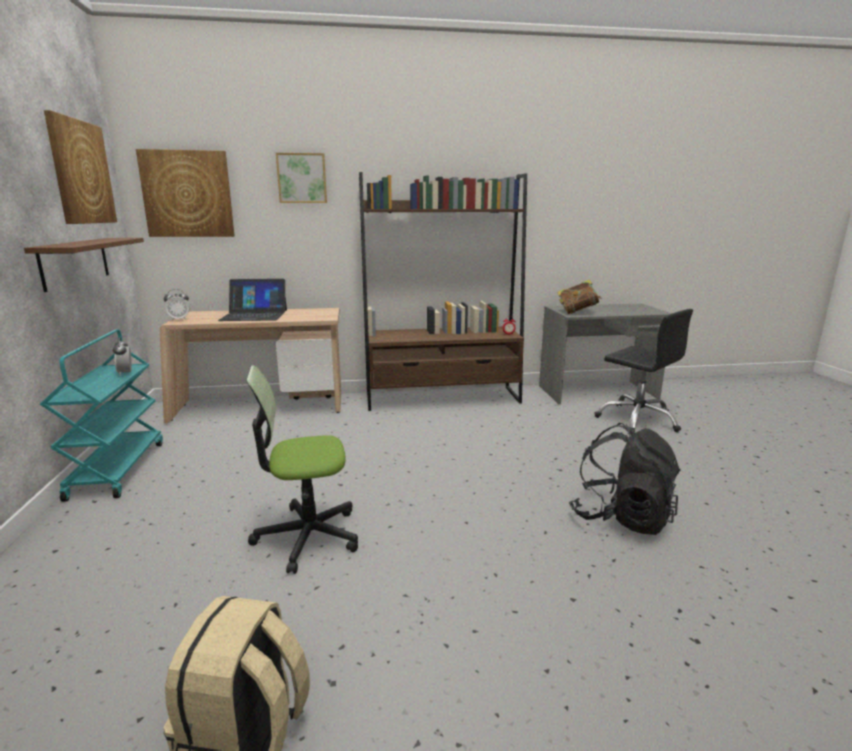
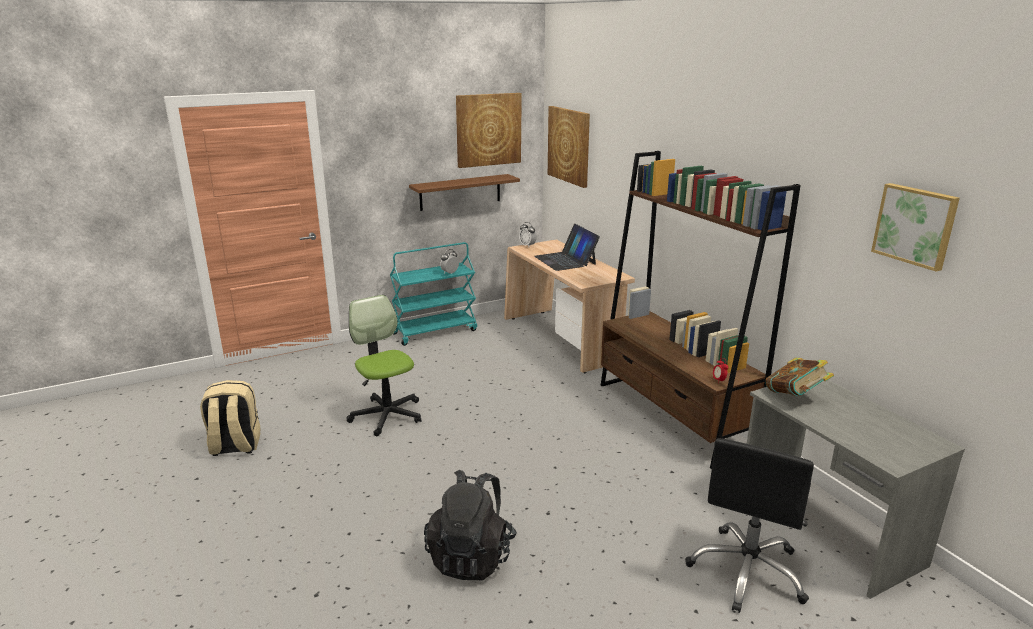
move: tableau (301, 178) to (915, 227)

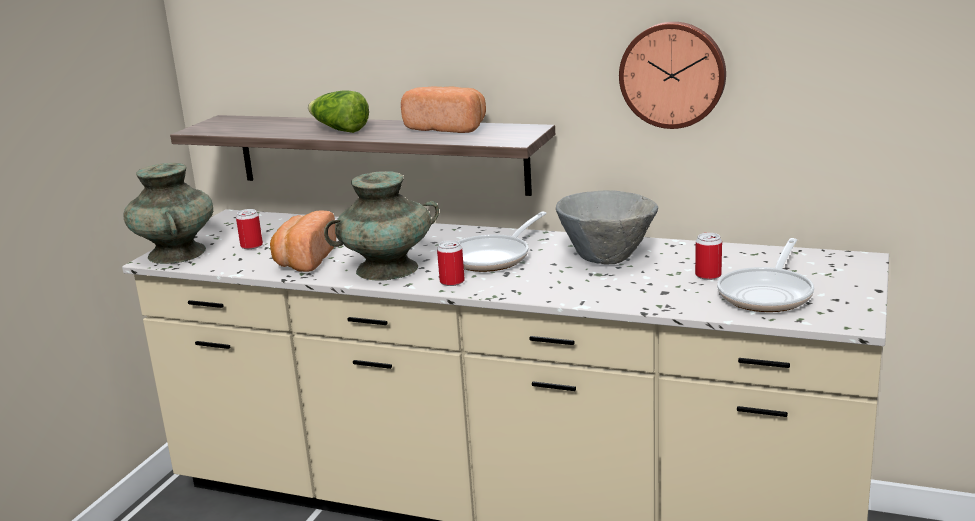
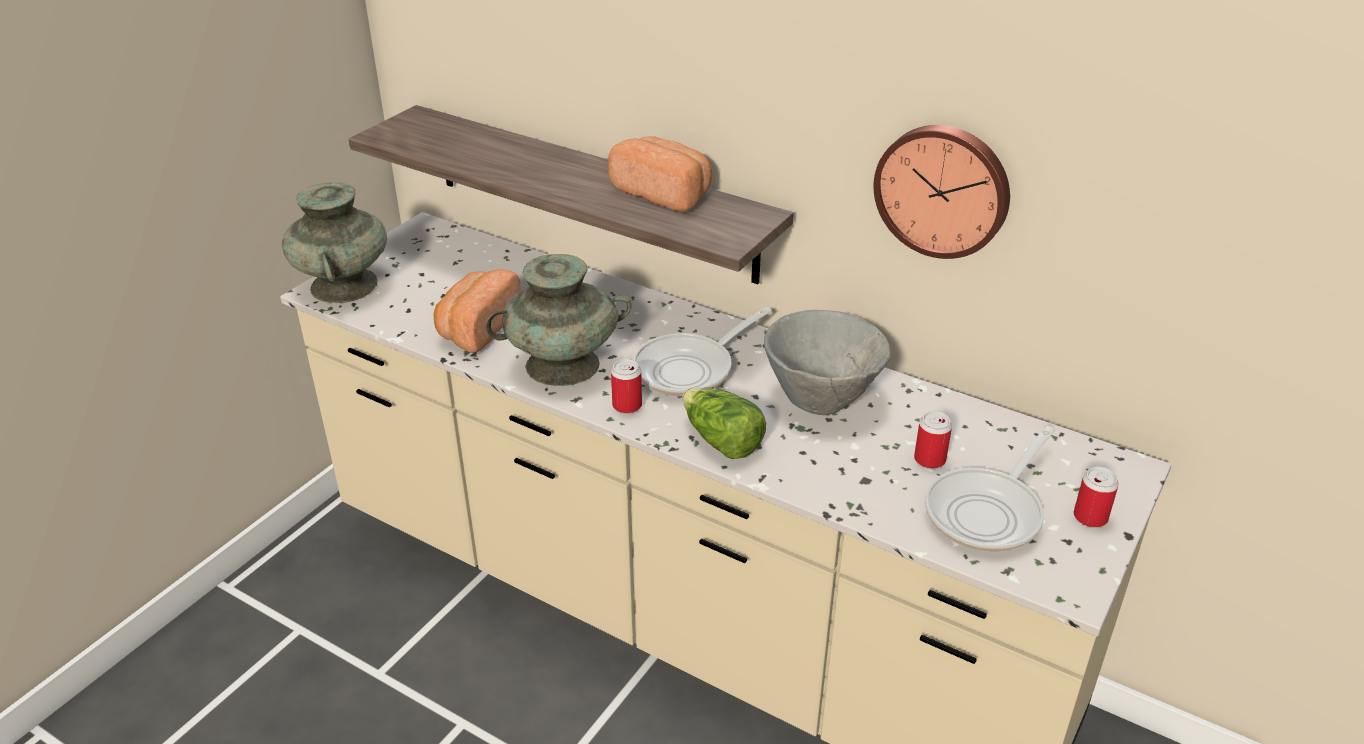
move: boîte métallique (249, 229) to (1096, 497); laitue (338, 111) to (724, 423)

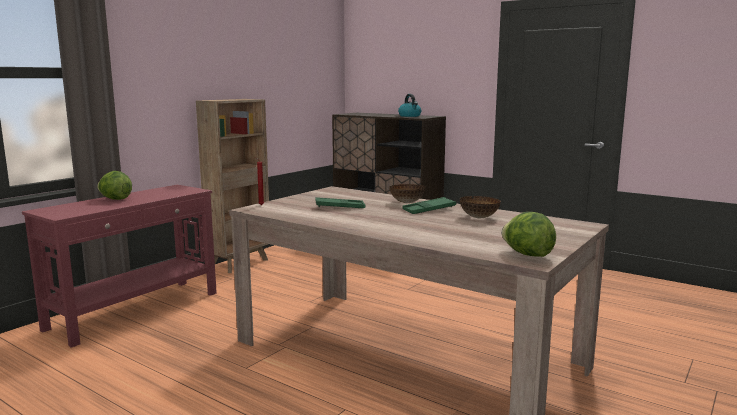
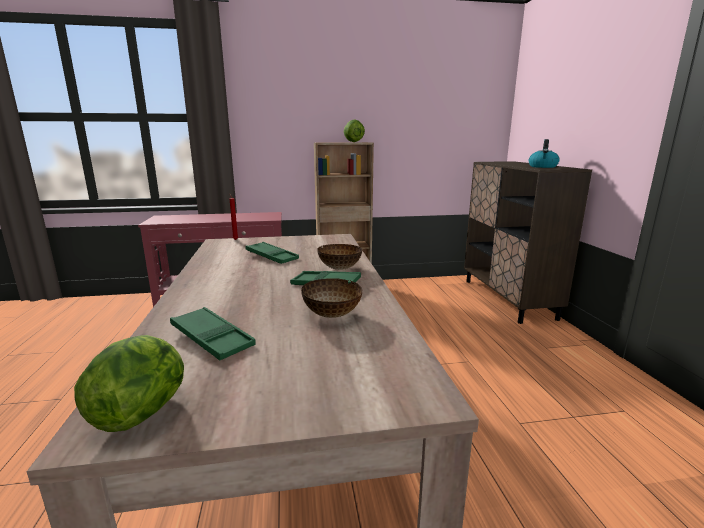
insert: plateau (vert) (213, 334)
move: laitue (114, 185) to (354, 130)

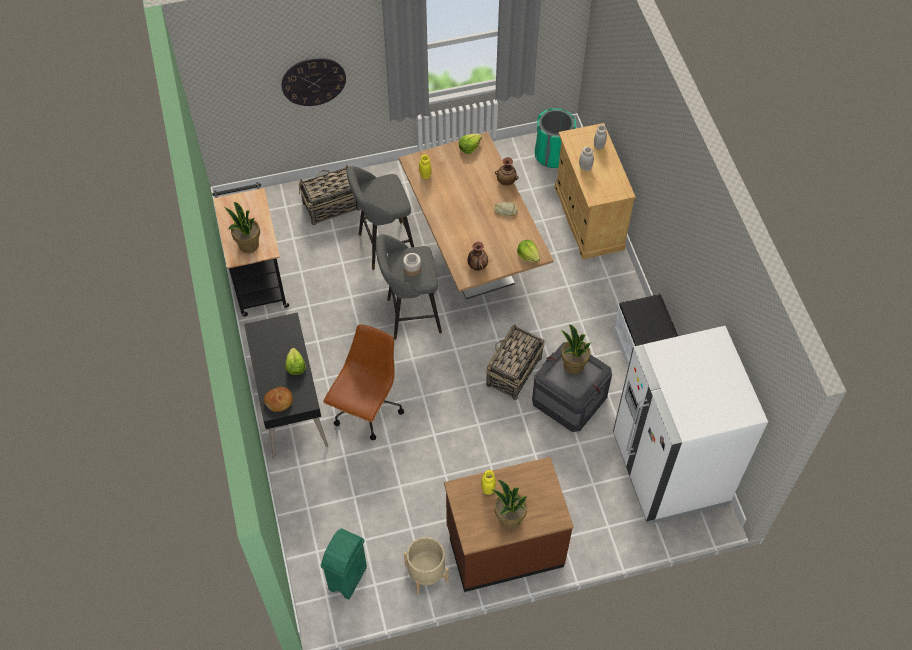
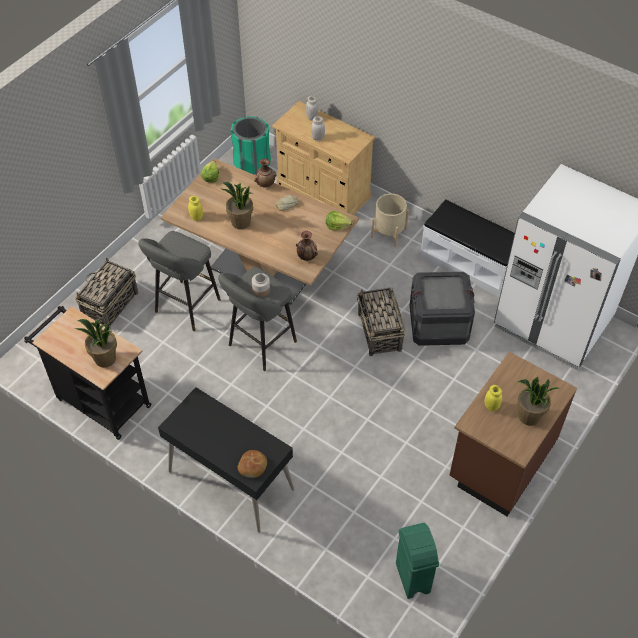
delete: horloge murale (313, 82); laitue (295, 361); chaise de bureau (marron) (363, 382)
move: cache-pot (beige) (426, 565) to (390, 220); plante en pot (576, 349) to (237, 206)

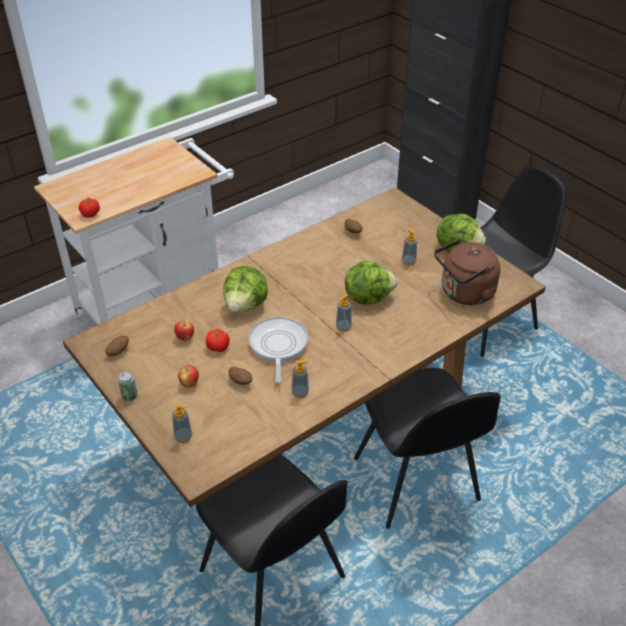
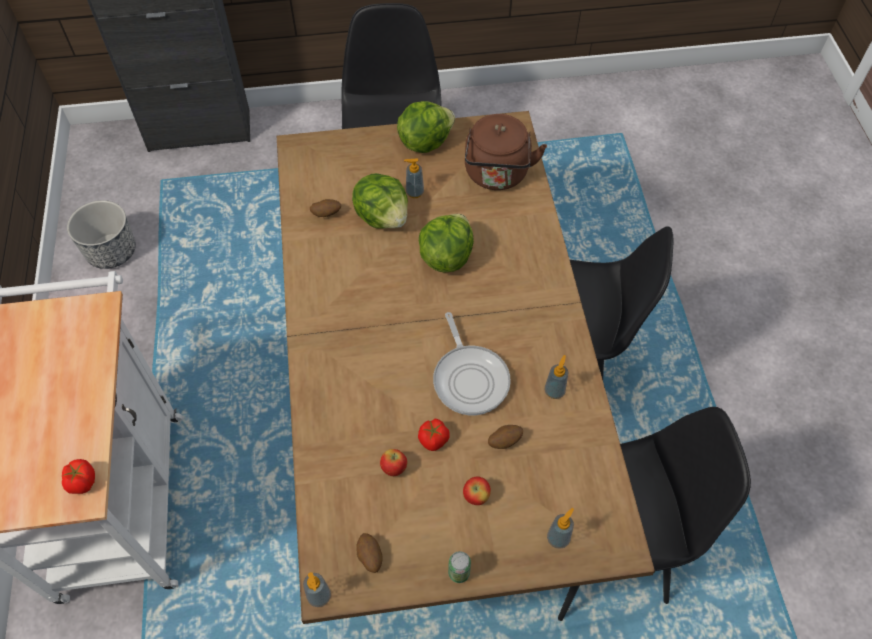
insert: cache-pot (101, 234)
move: laitue (245, 289) to (380, 201); distributeur de savon (344, 313) to (317, 589)
rotate: poêle (278, 350) = (472, 363) 135 degrees counterclockwise

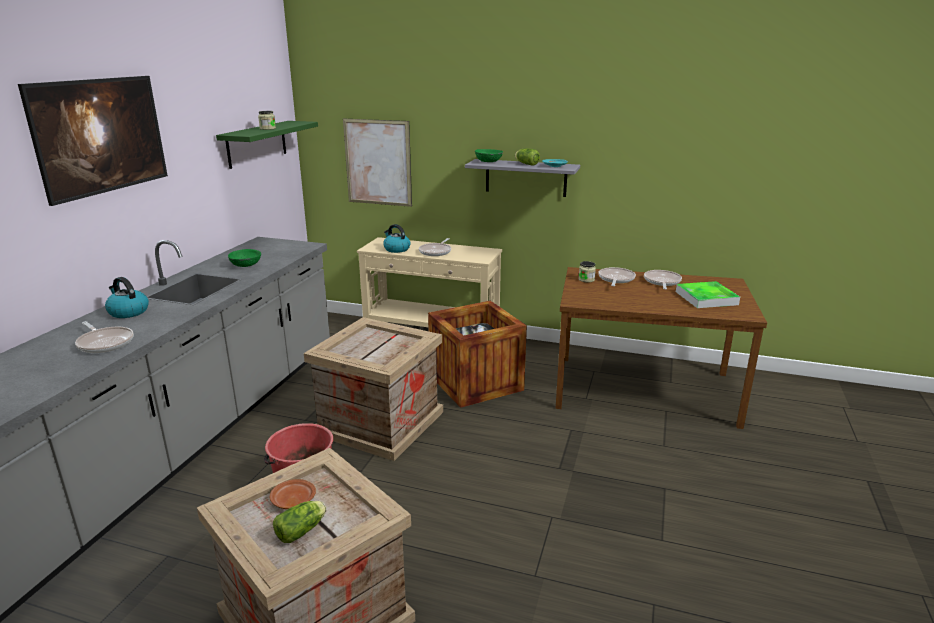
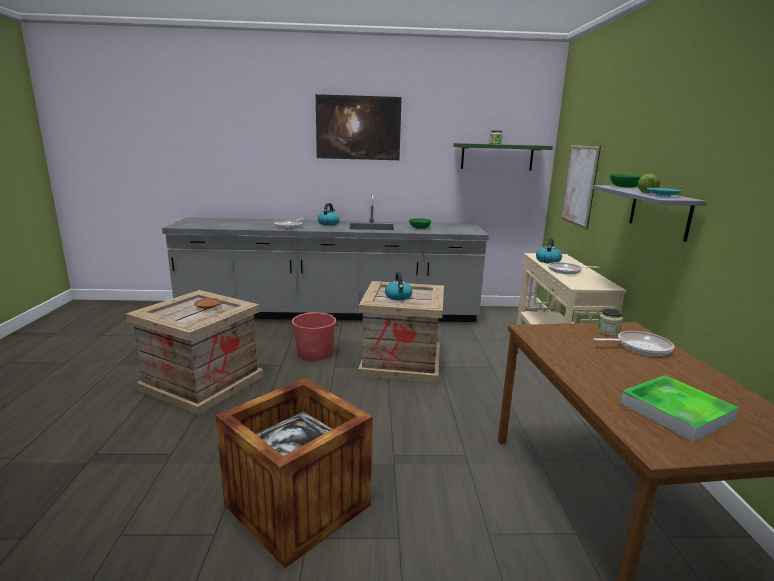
delete: laitue (299, 522); poêle (663, 279)
insert: bouilloire (398, 285)
move: caisse (477, 354) to (294, 473)

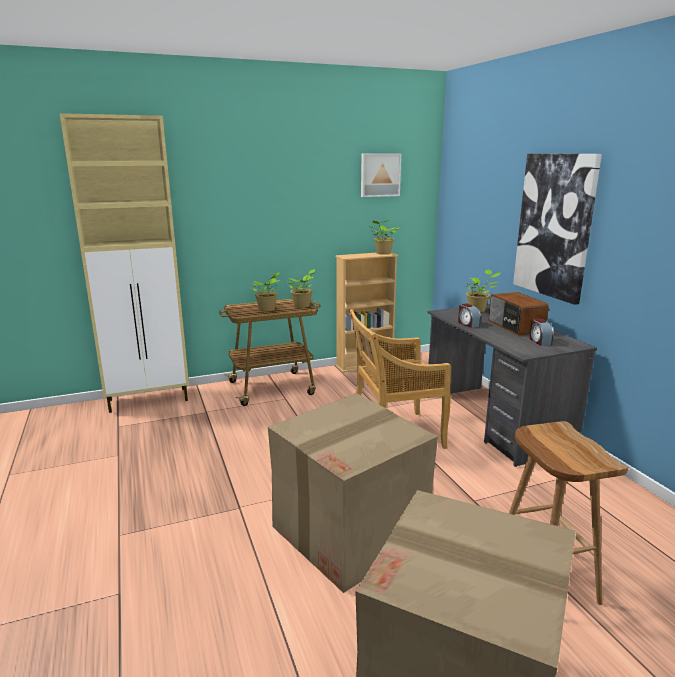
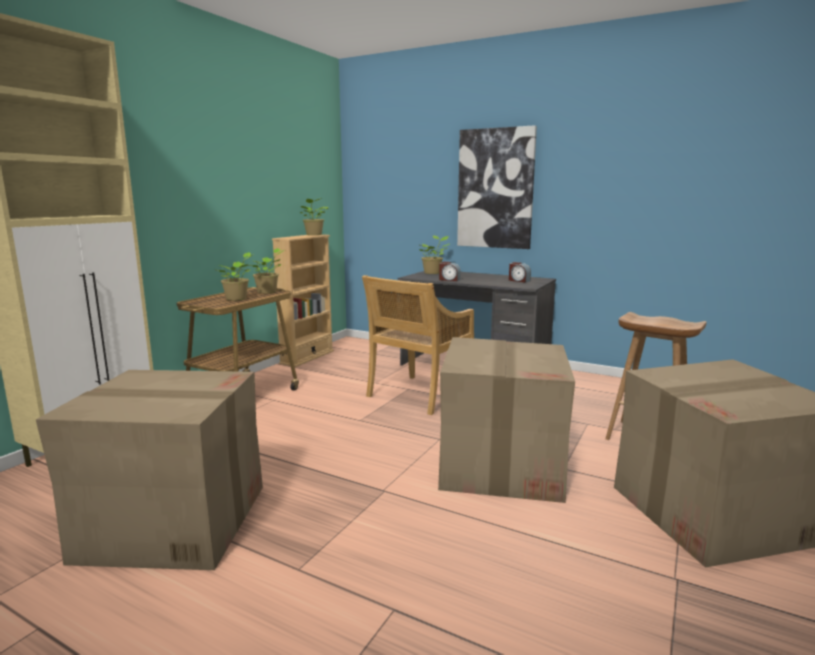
delete: tableau (381, 175); radio (518, 313)
insert: carton (149, 470)

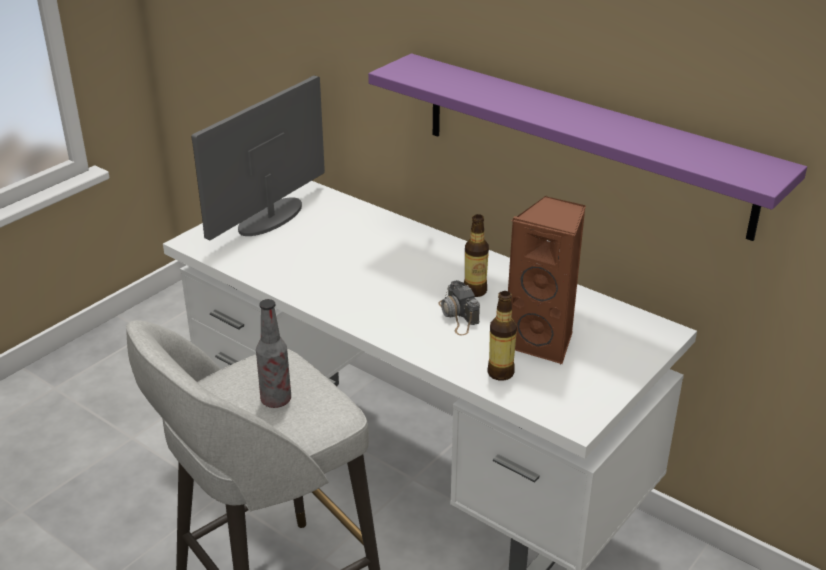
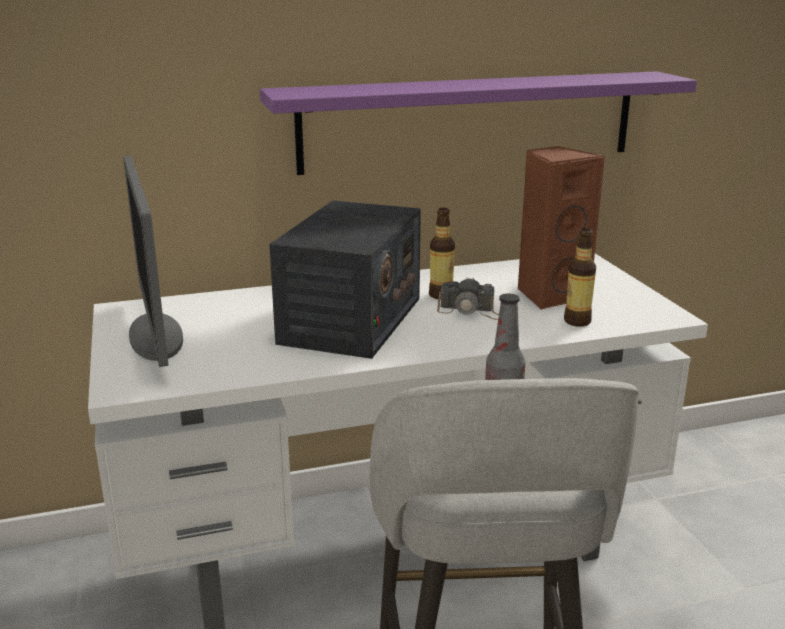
insert: radio (345, 280)

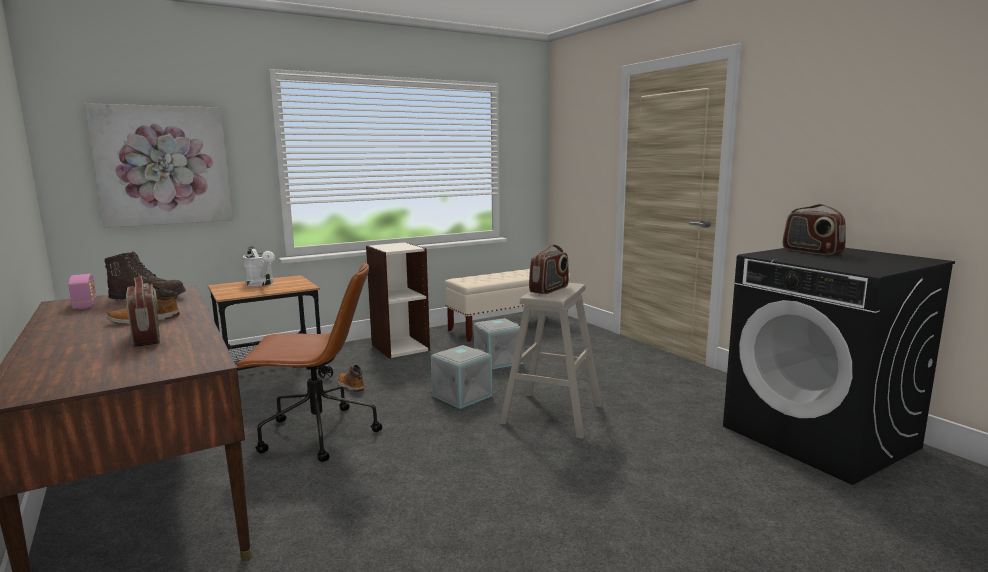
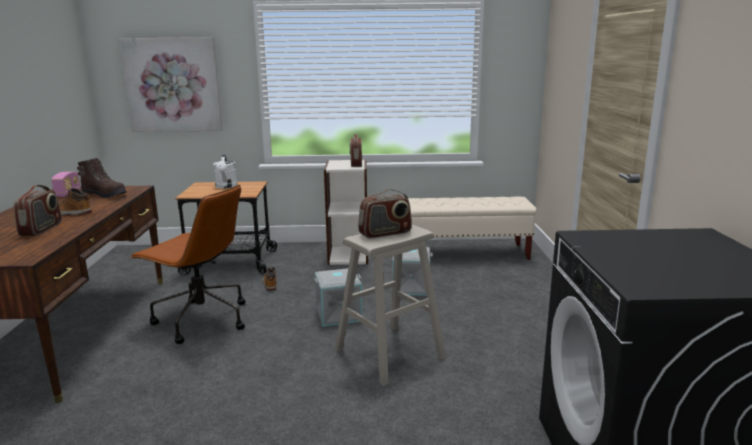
move: radio (814, 229) to (356, 150)

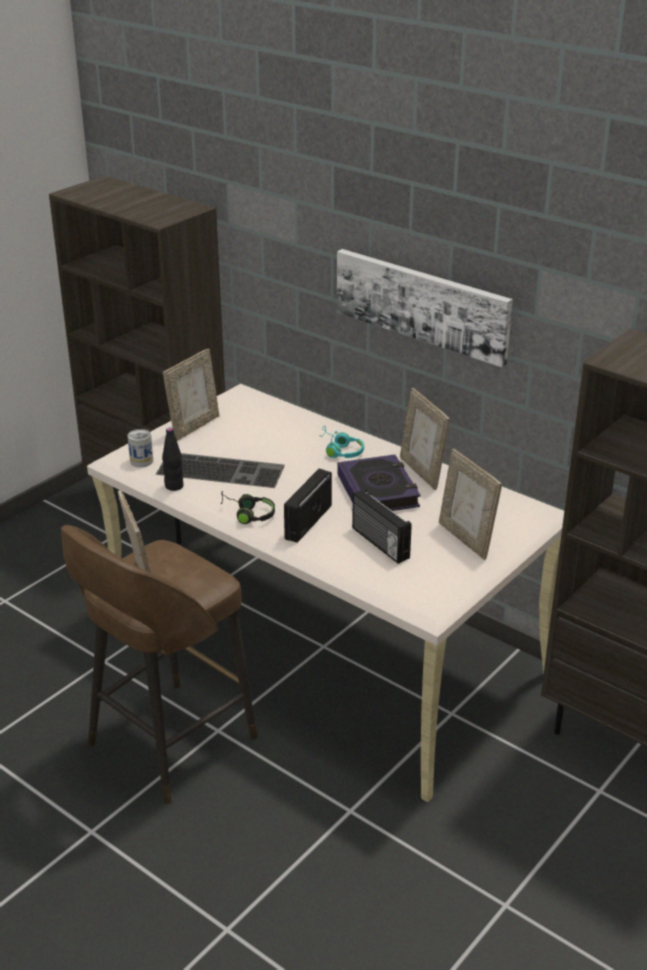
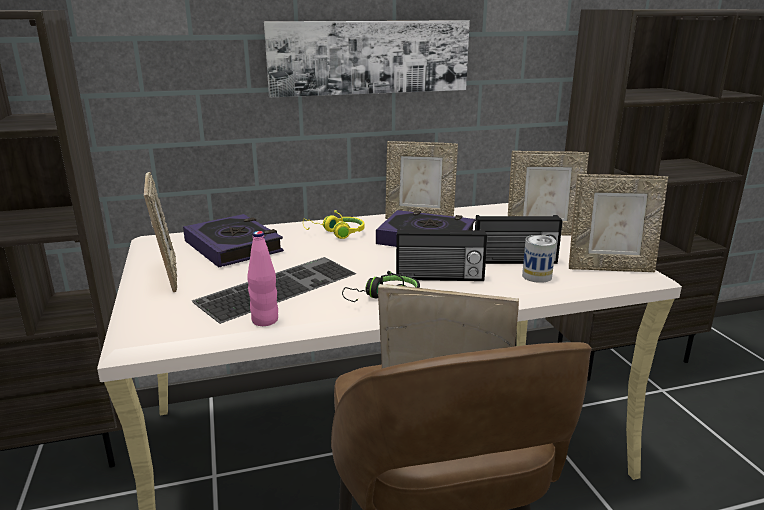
insert: livre (233, 240); cadre photo (618, 223)
move: boîte métallique (140, 448) to (539, 259)
recolor: bouteille (noir) (173, 459) to bouteille (rose) (262, 278); casque audio (turquoise) (342, 442) to casque audio (jaune) (334, 224)
rotate: radio (308, 506) = (441, 254) 60 degrees counterclockwise

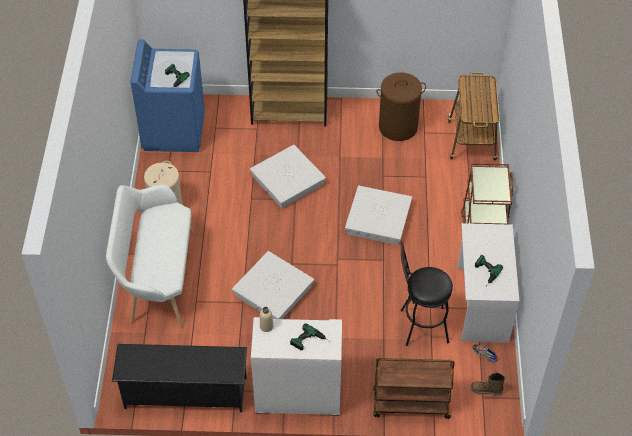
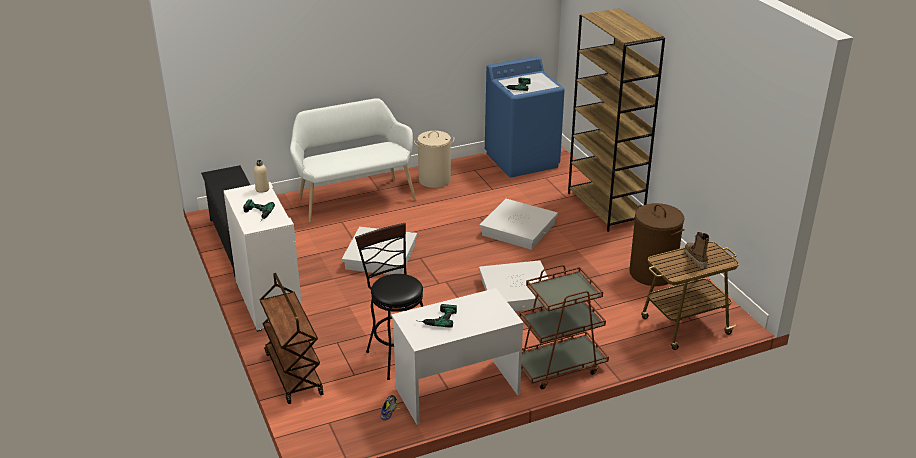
move: botte (488, 384) to (696, 250)

